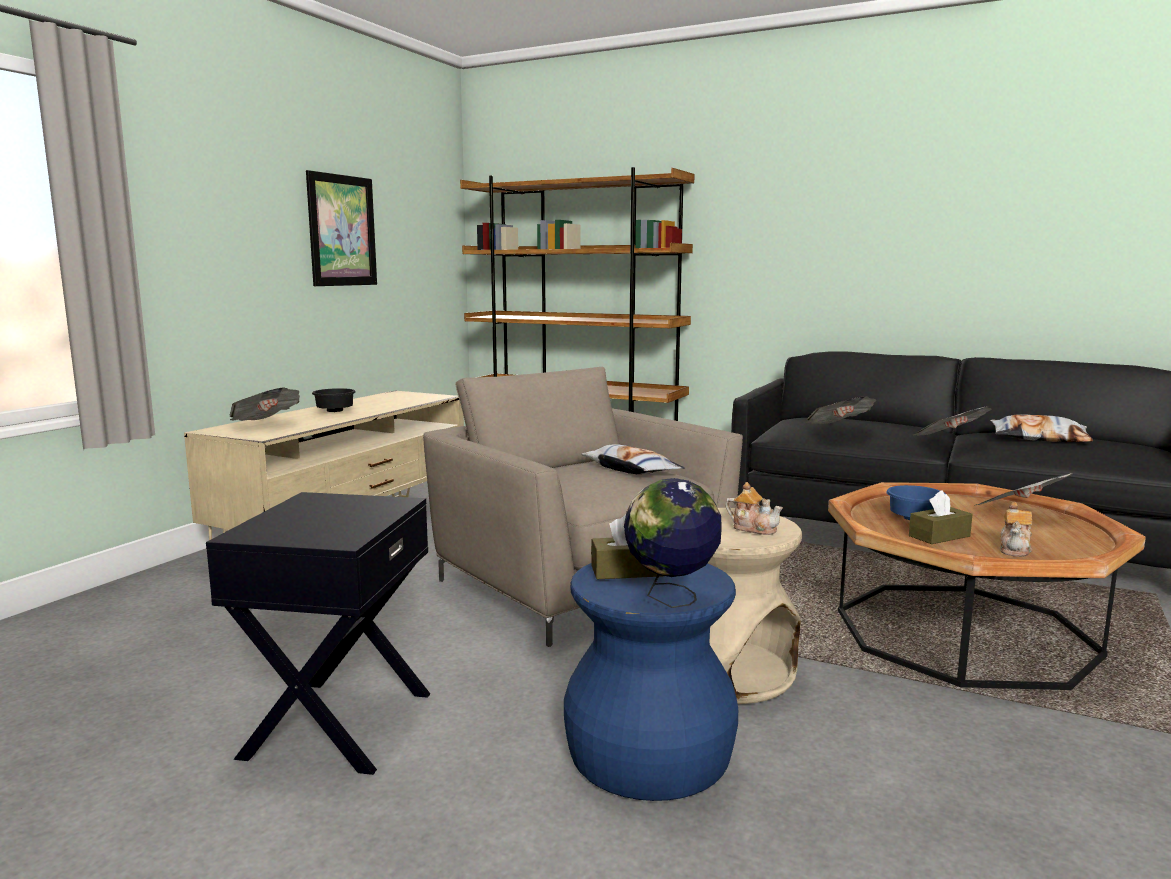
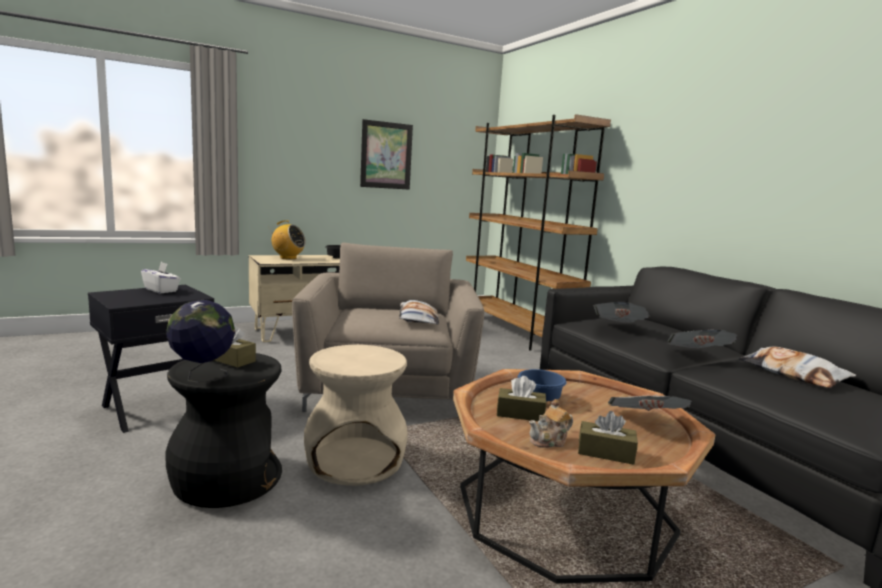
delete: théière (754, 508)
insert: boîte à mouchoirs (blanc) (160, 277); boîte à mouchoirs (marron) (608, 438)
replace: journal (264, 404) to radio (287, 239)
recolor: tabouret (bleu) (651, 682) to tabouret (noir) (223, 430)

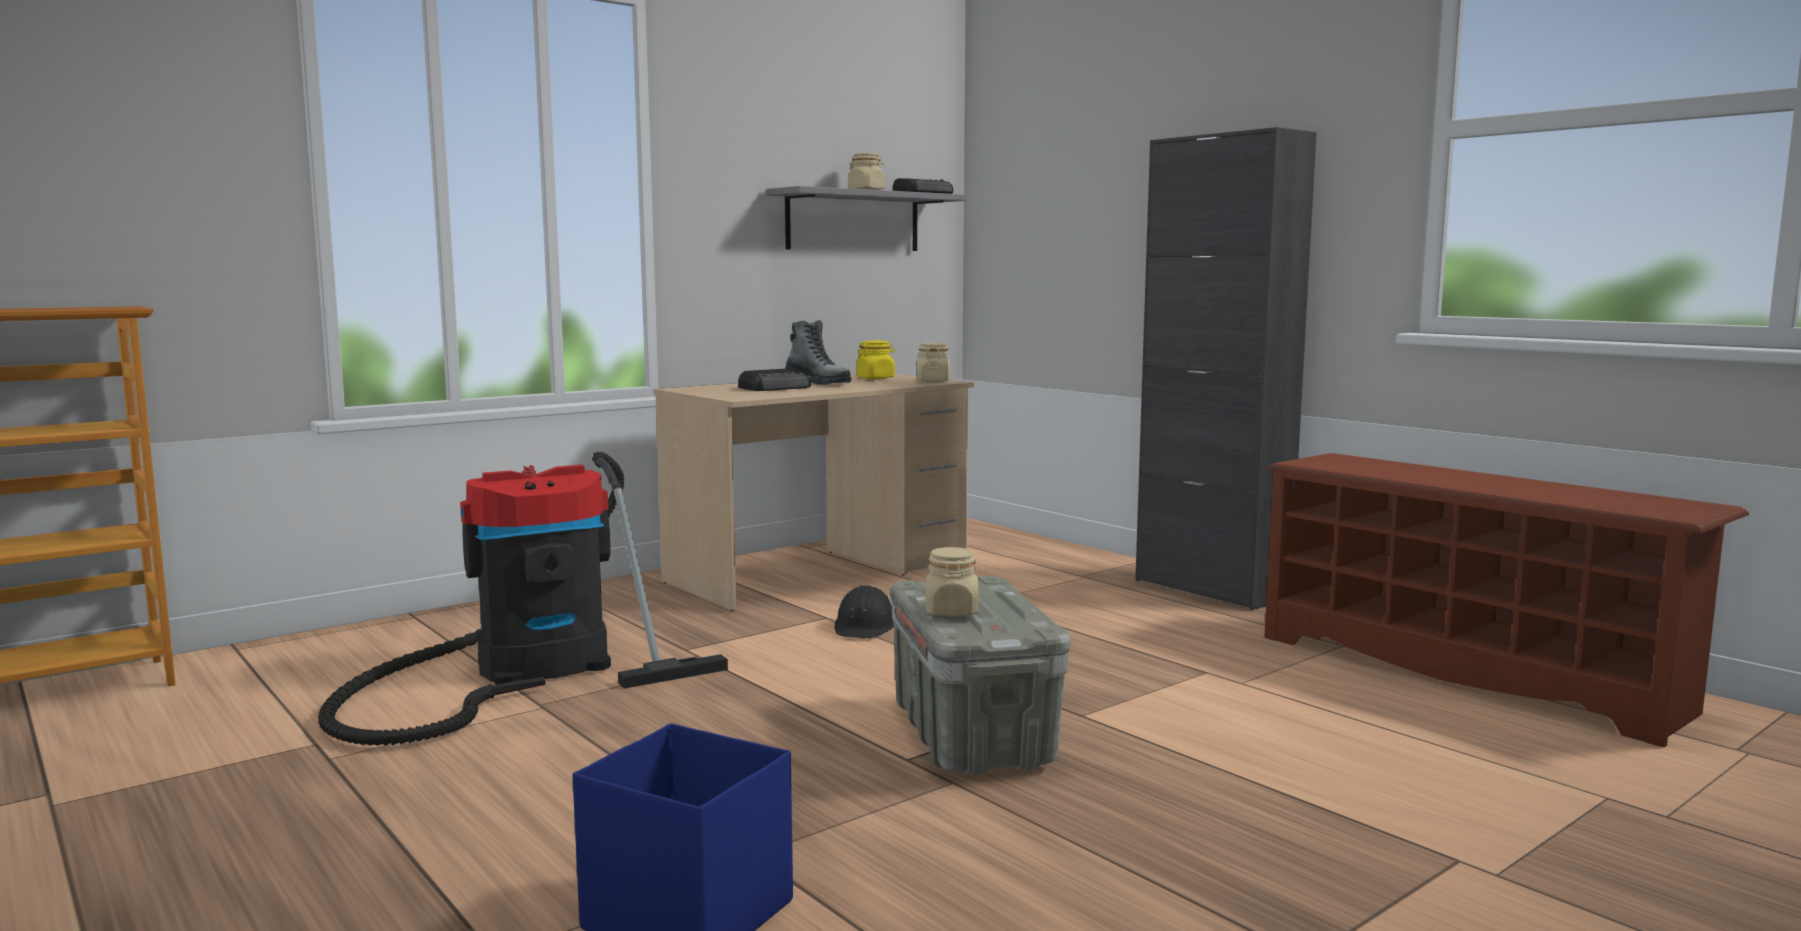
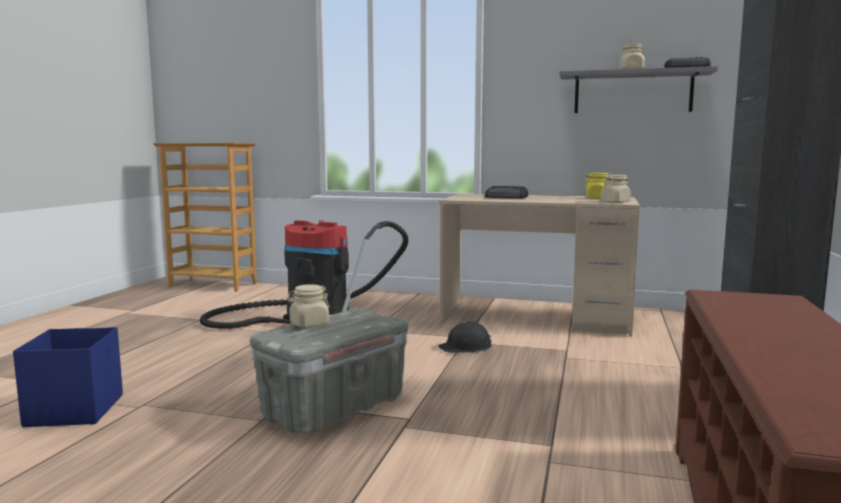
delete: botte (818, 352)

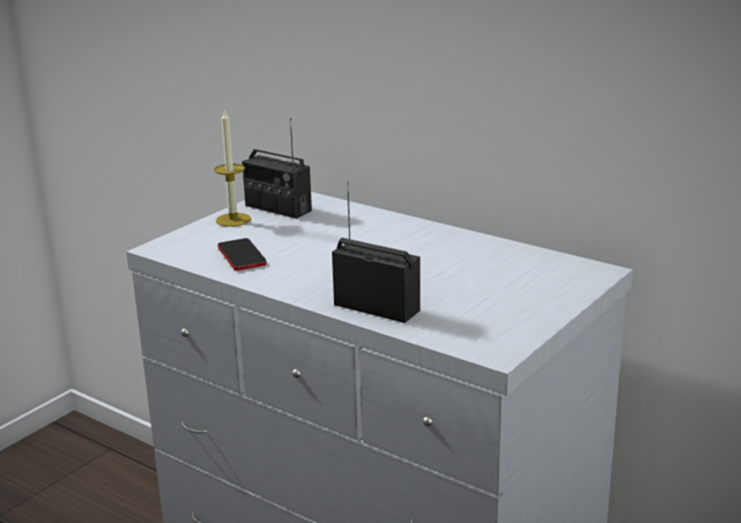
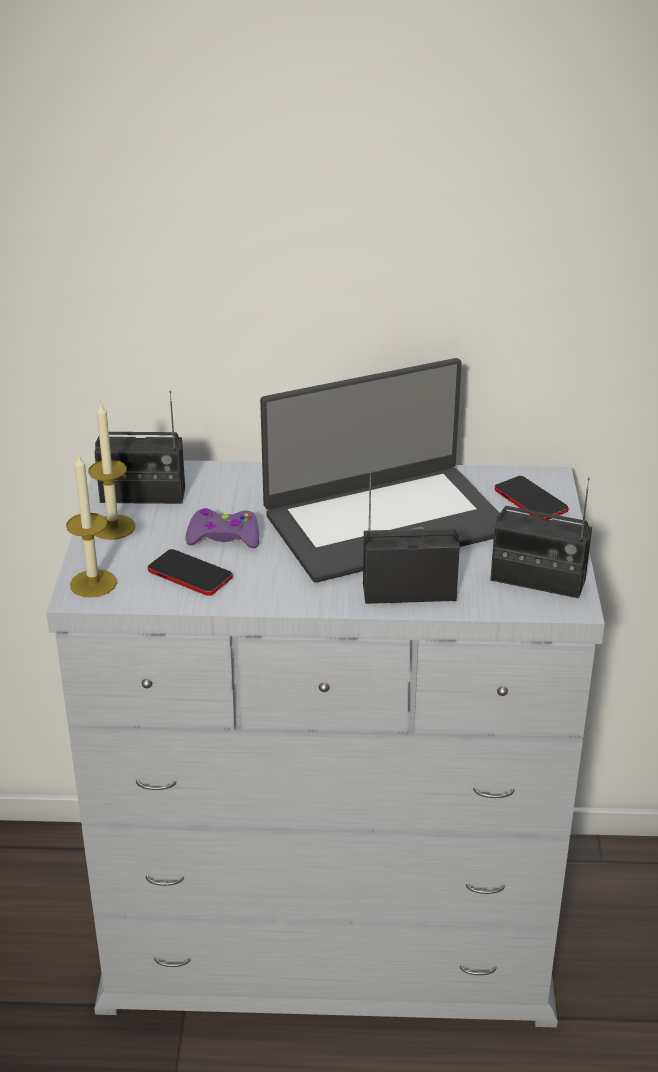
insert: bougie (91, 525); manette (violet) (222, 528); ordinateur portable (380, 470); radio (541, 537); téléphone (531, 498)

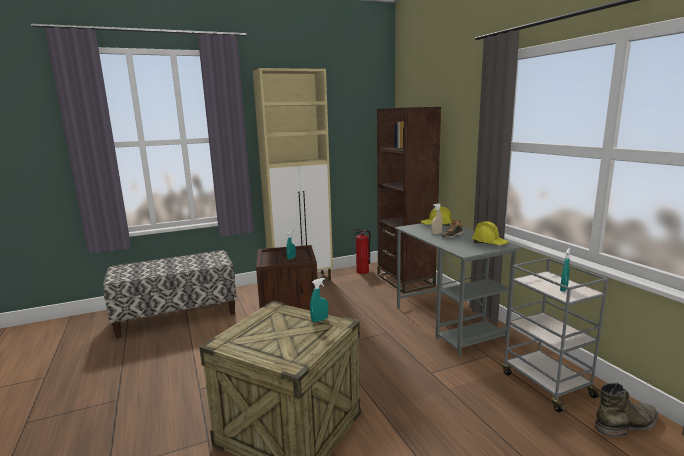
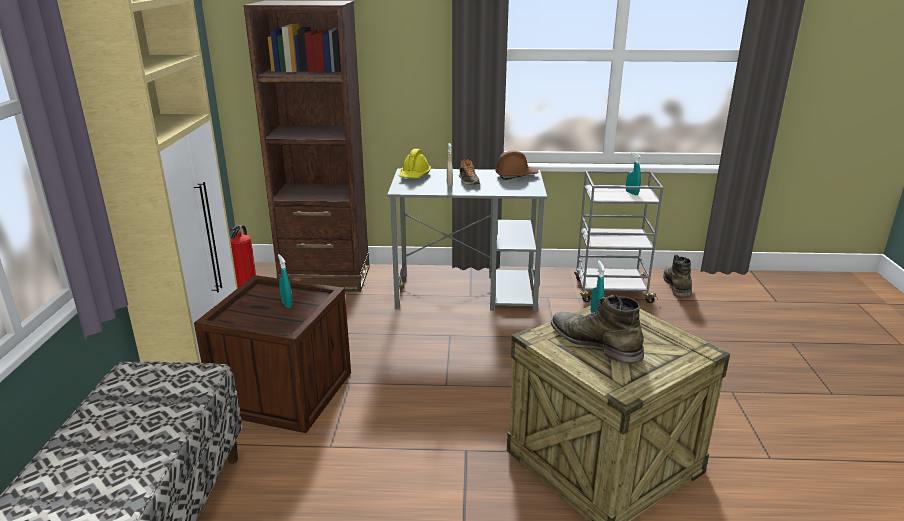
insert: botte (vert) (597, 329)
recolor: casque de chantier (jaune) (490, 233) to casque de chantier (marron) (517, 165)

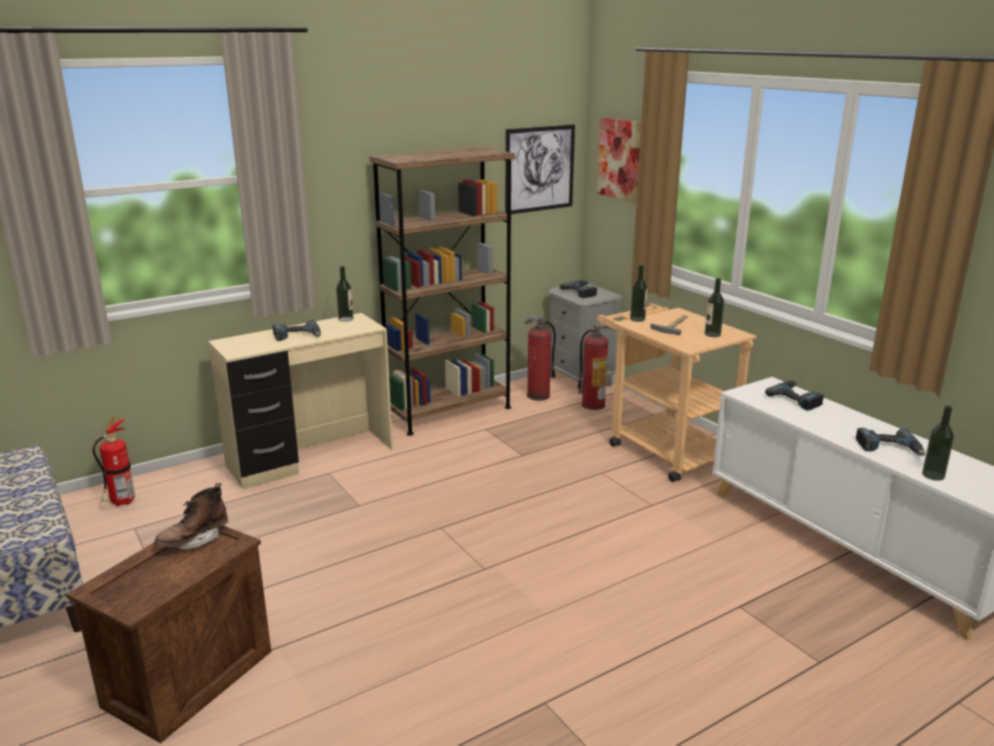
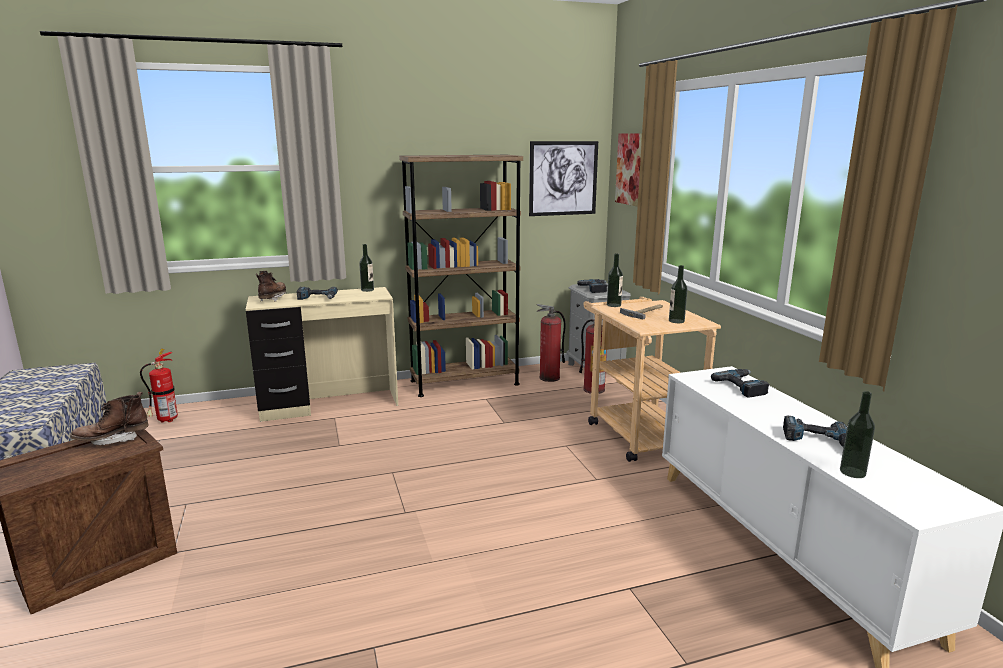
insert: botte (marron) (271, 286)

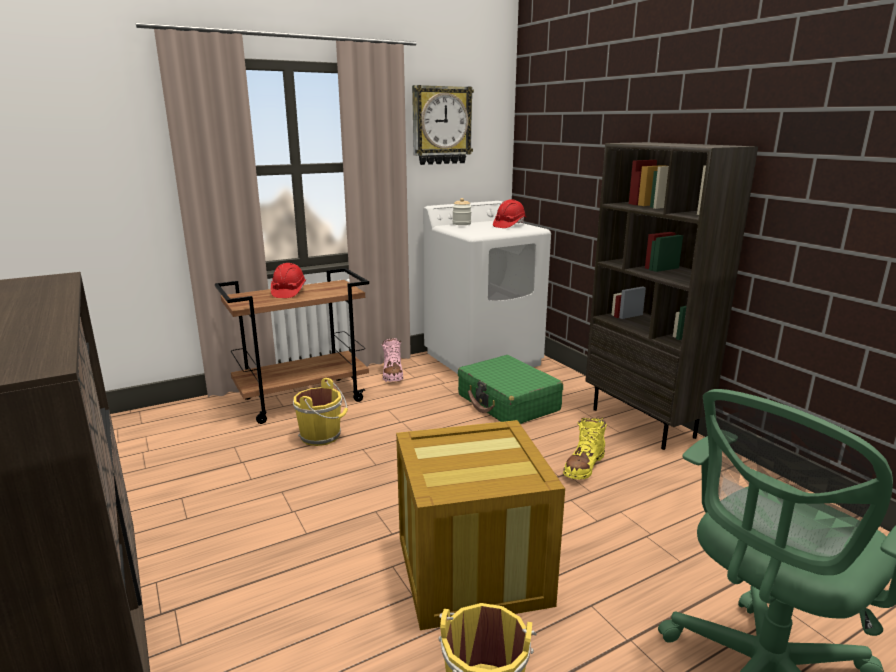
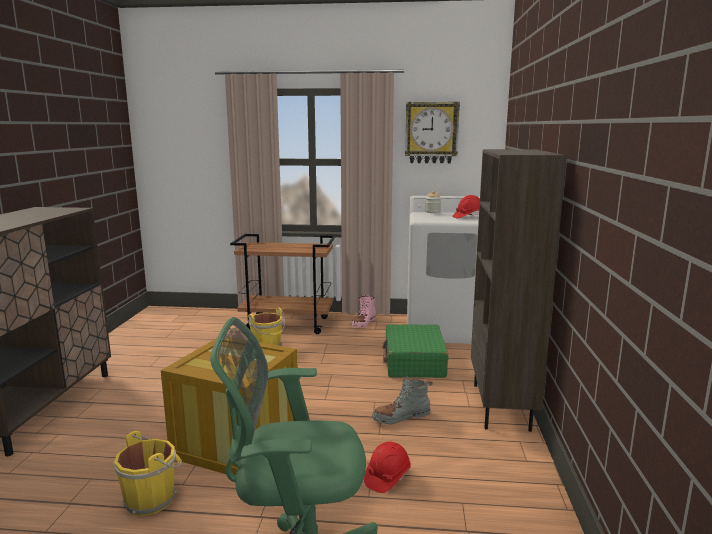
move: casque de chantier (rouge) (288, 280) to (387, 467)
recolor: botte (jaune) (585, 448) to botte (gris) (402, 400)

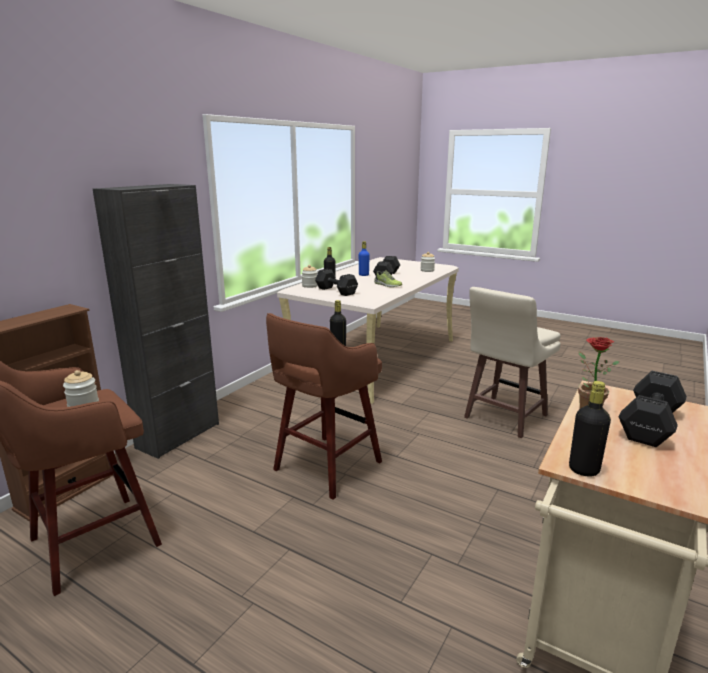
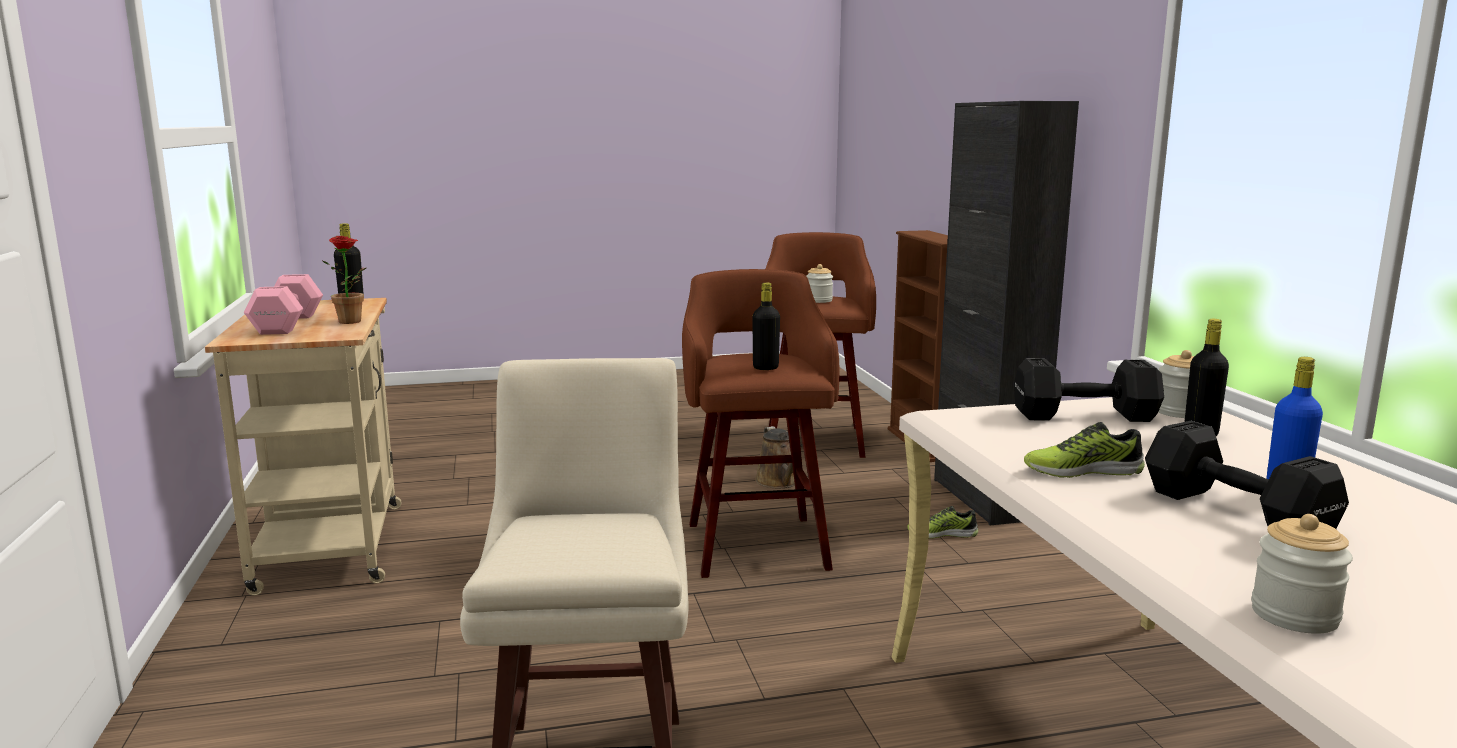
insert: arrosoir (marron) (779, 457); chaussure (942, 522)
recolor: haltère (noir) (652, 409) to haltère (rose) (283, 304)

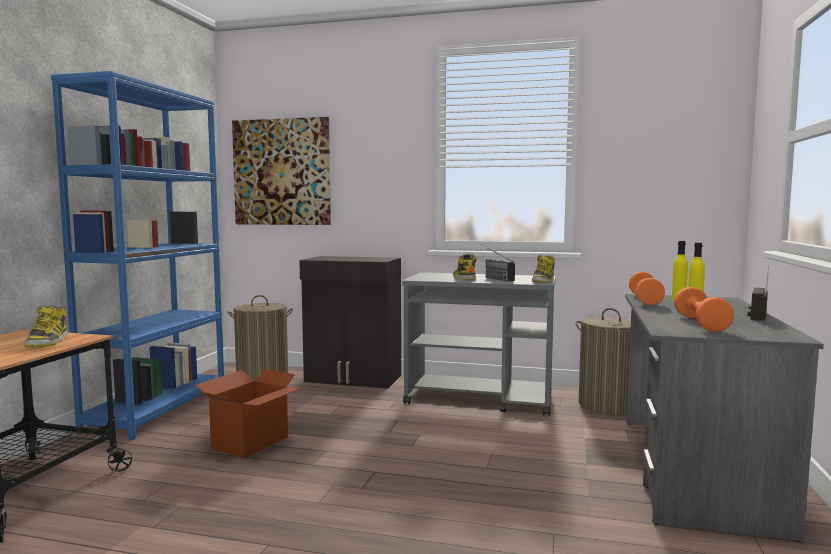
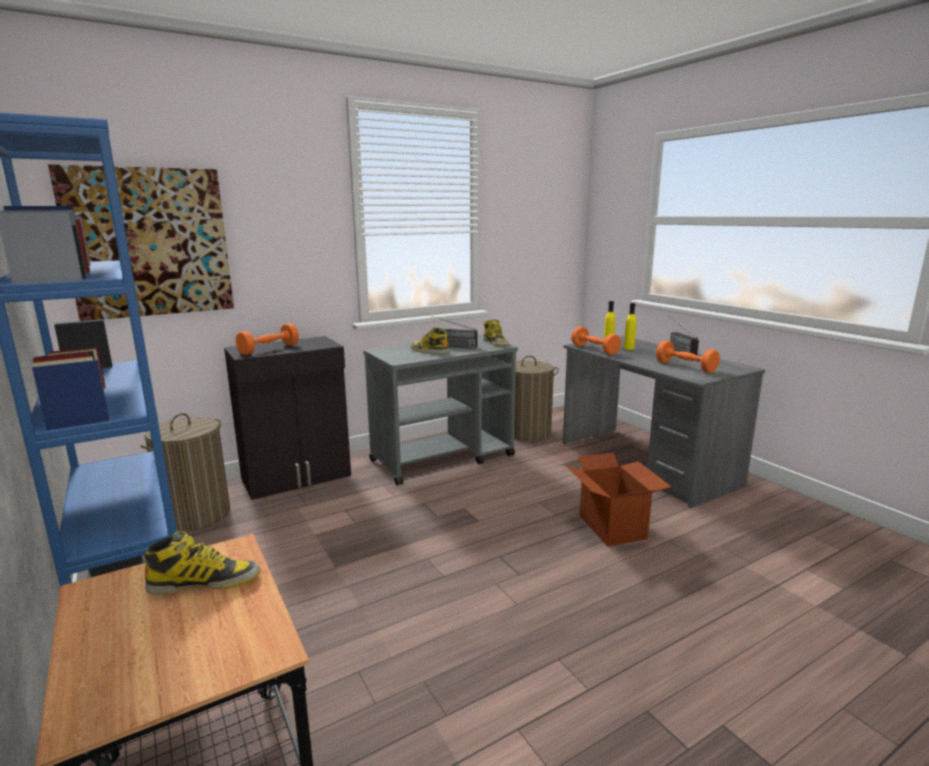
insert: haltère (orange) (267, 339)
move: carton (248, 413) to (618, 499)
rotate: botte (46, 326) = (202, 563) 45 degrees counterclockwise

